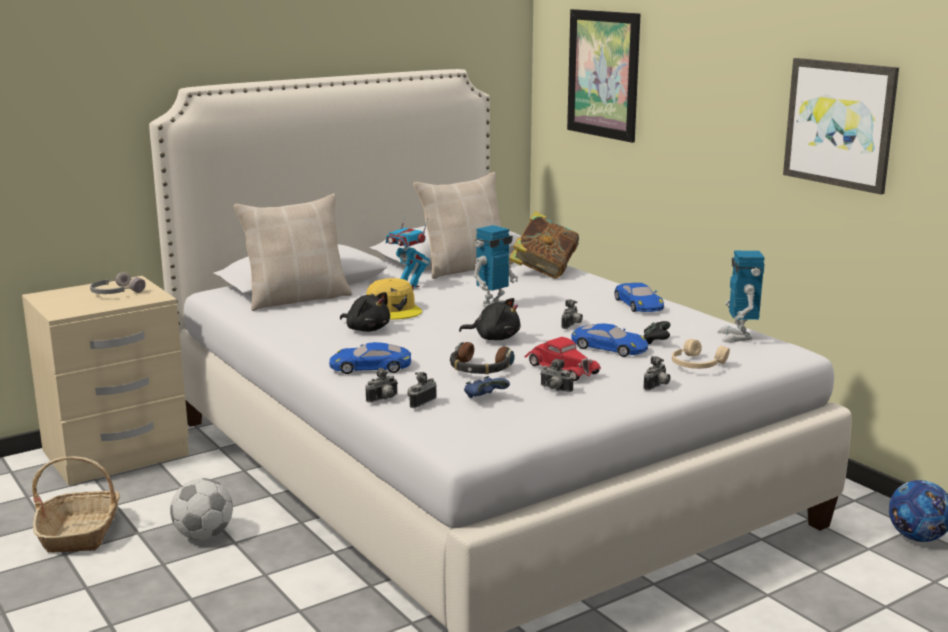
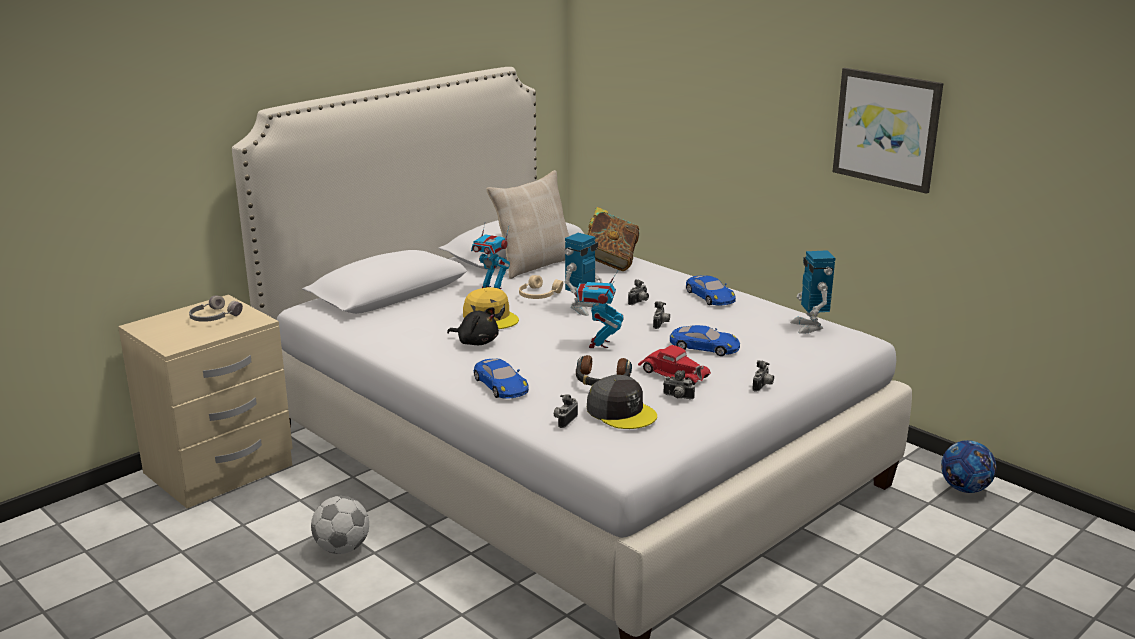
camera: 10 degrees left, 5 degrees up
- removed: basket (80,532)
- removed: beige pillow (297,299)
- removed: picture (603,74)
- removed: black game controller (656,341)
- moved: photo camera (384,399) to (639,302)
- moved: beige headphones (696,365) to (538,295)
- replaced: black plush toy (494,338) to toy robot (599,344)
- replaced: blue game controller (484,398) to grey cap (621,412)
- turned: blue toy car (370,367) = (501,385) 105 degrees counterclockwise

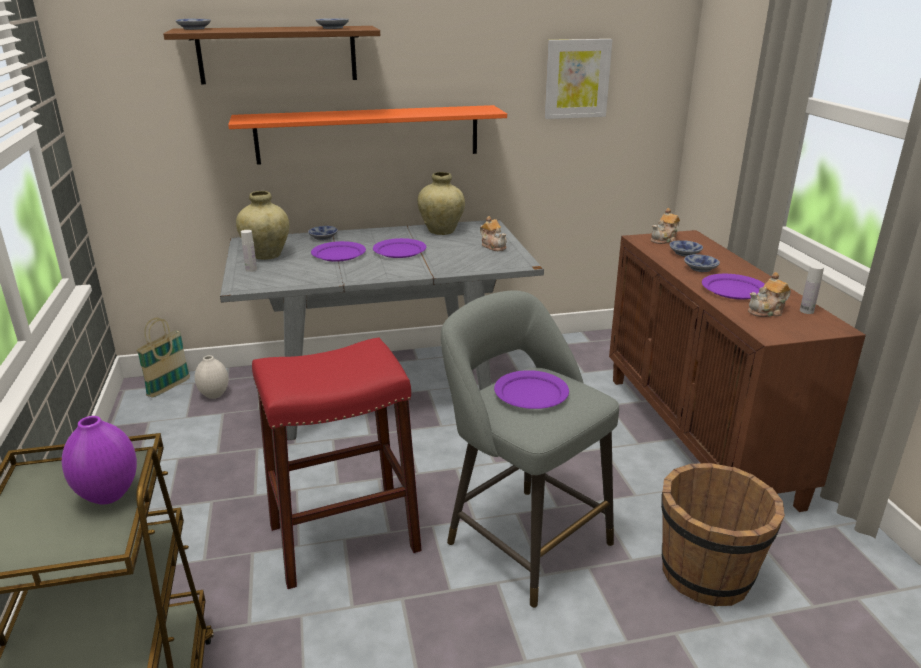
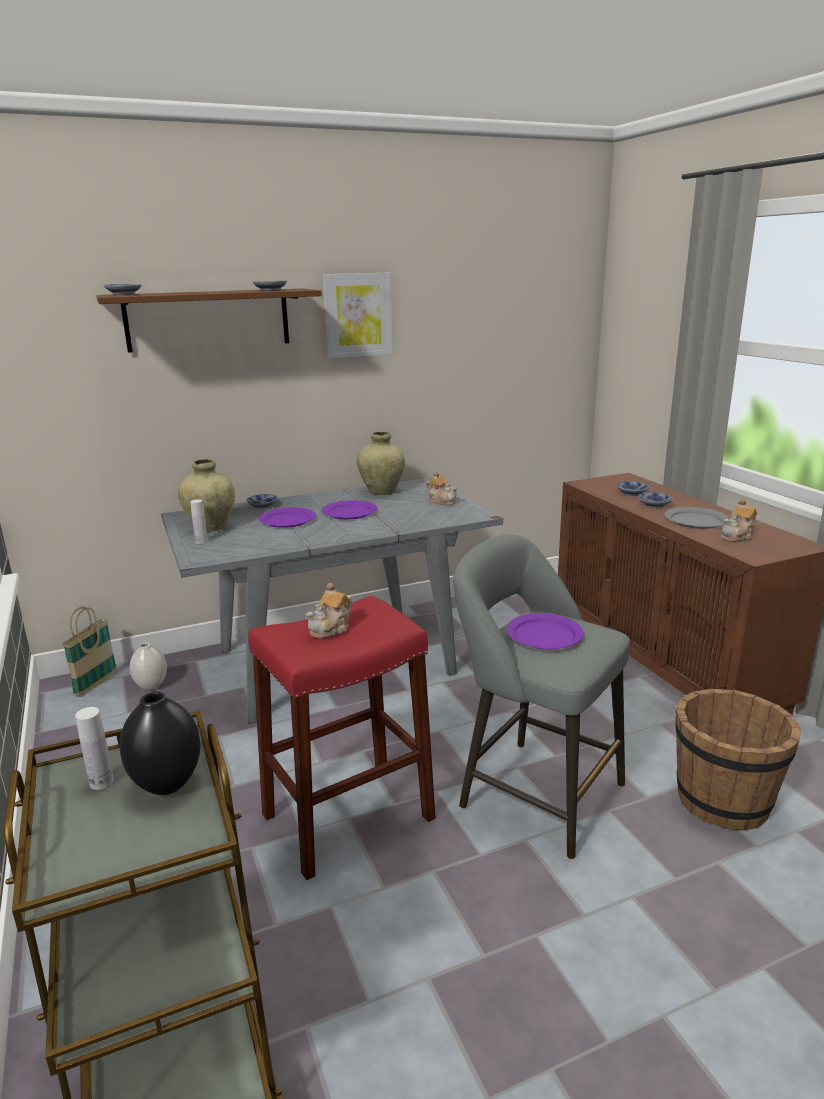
camera: 10 degrees left, 5 degrees down
- removed: orange shelf (368,134)
- moved: picture (576,79) to (357,315)
- moved: teapot (664,240) to (331,629)
- moved: white bottle (806,311) to (101,782)
- recoloured: purple vase (108,496) to black vase (166,785)
- recoloured: purple plate (733,289) to grey plate (695,520)

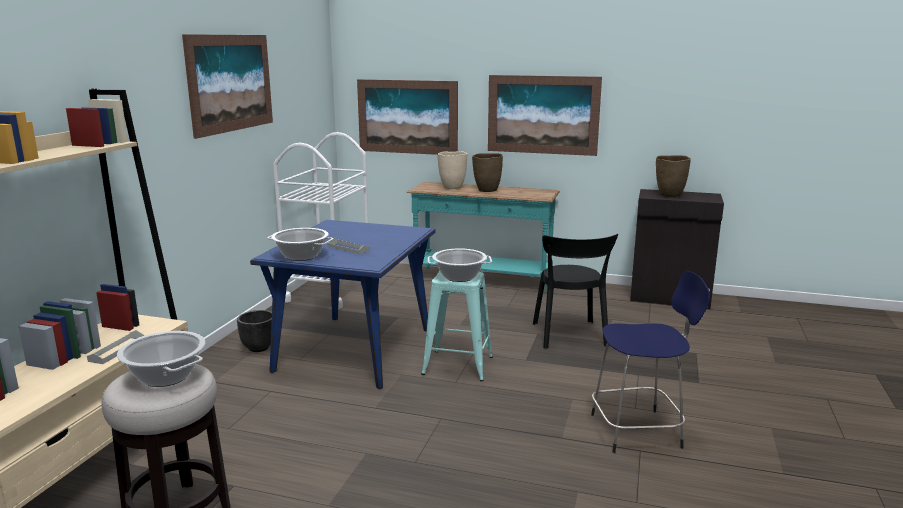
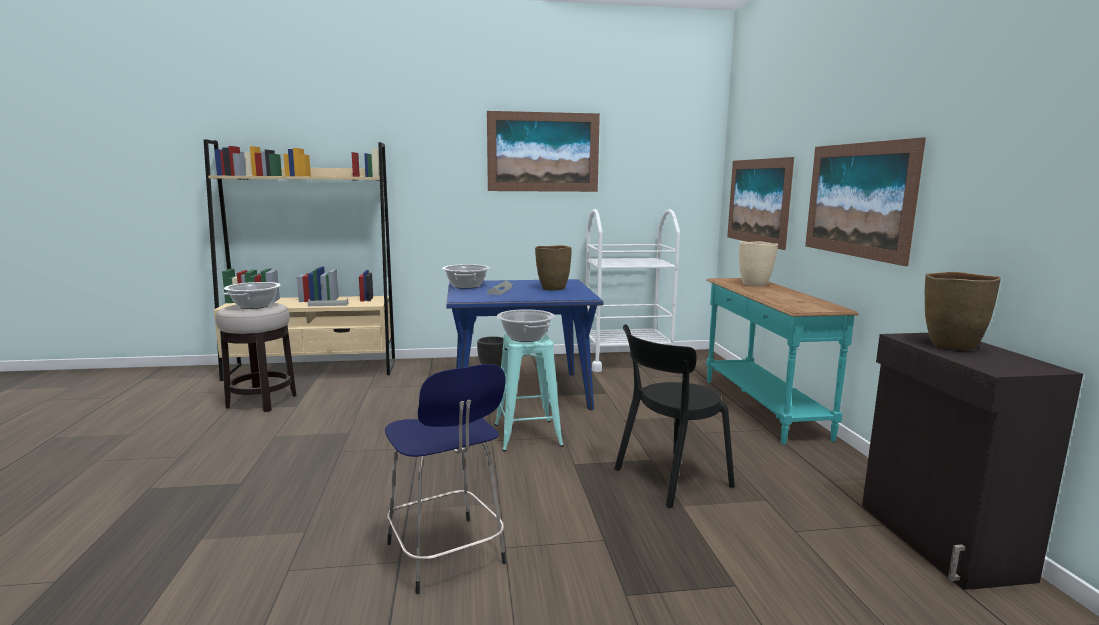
camera: 65 degrees right, 5 degrees down
- moved: brown vase (487,190) to (552,289)

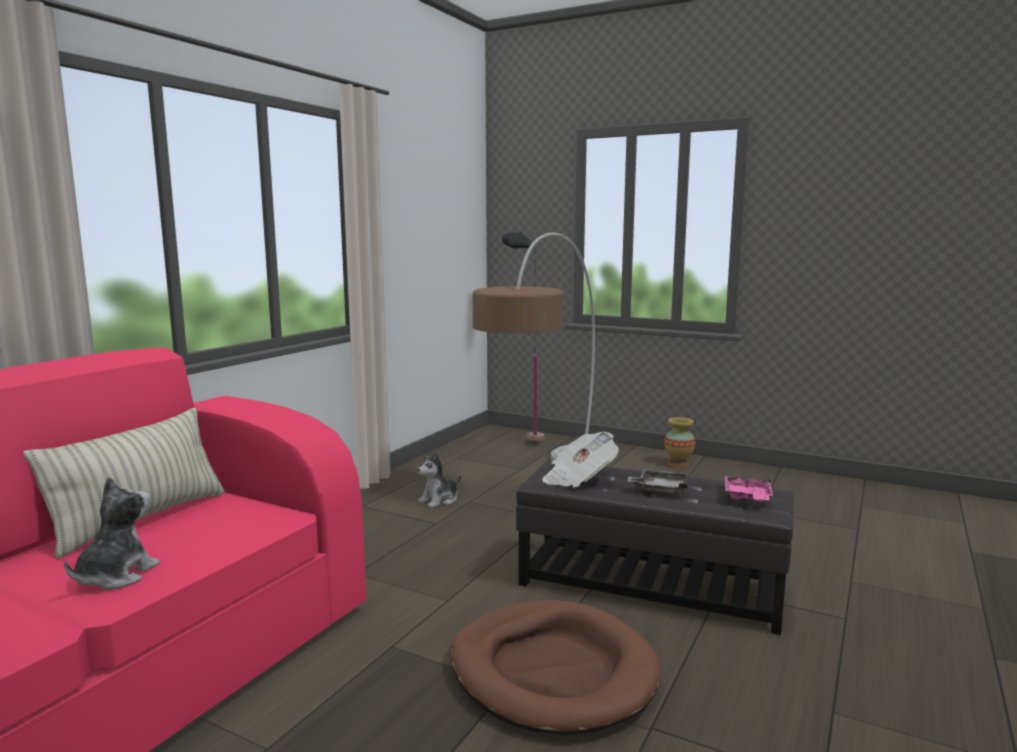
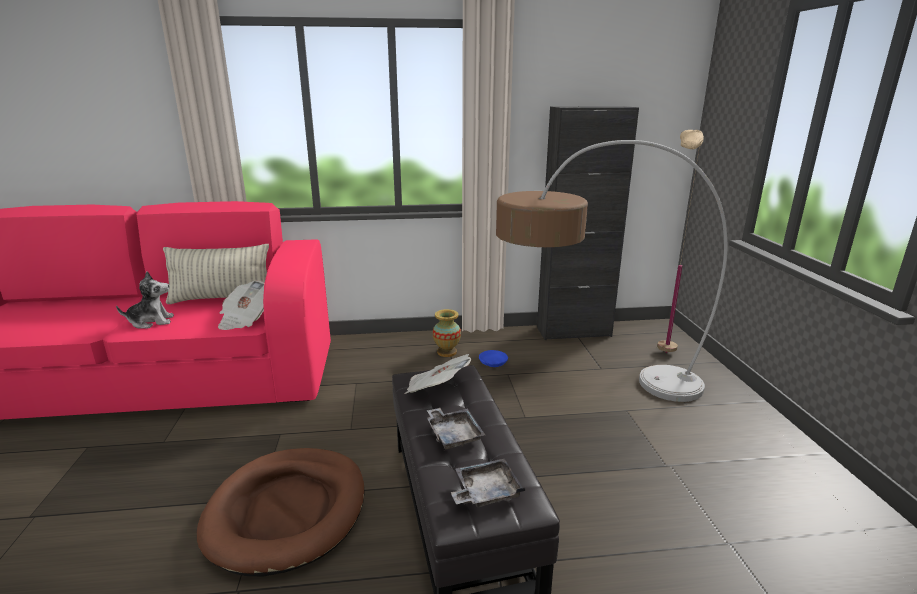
camera: 55 degrees right, 10 degrees up
- added: newspaper (245,319)
- added: black cabinet (573,331)
- moved: vase (678,464) to (447,352)
- replaced: plush toy (439,500) to blue bowl (493,363)
- recoloured: black floor lamp (522,440) to beige floor lamp (662,345)
- recoloured: pink tray (747,497) to grey tray (486,492)

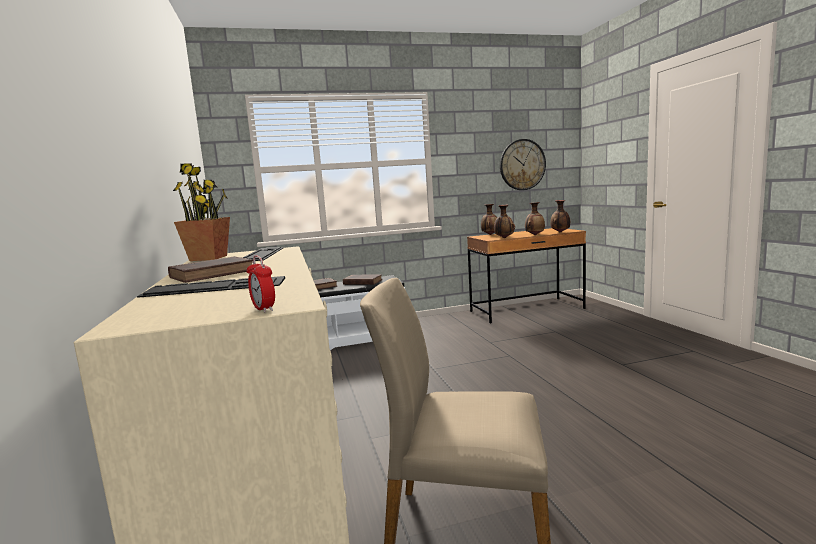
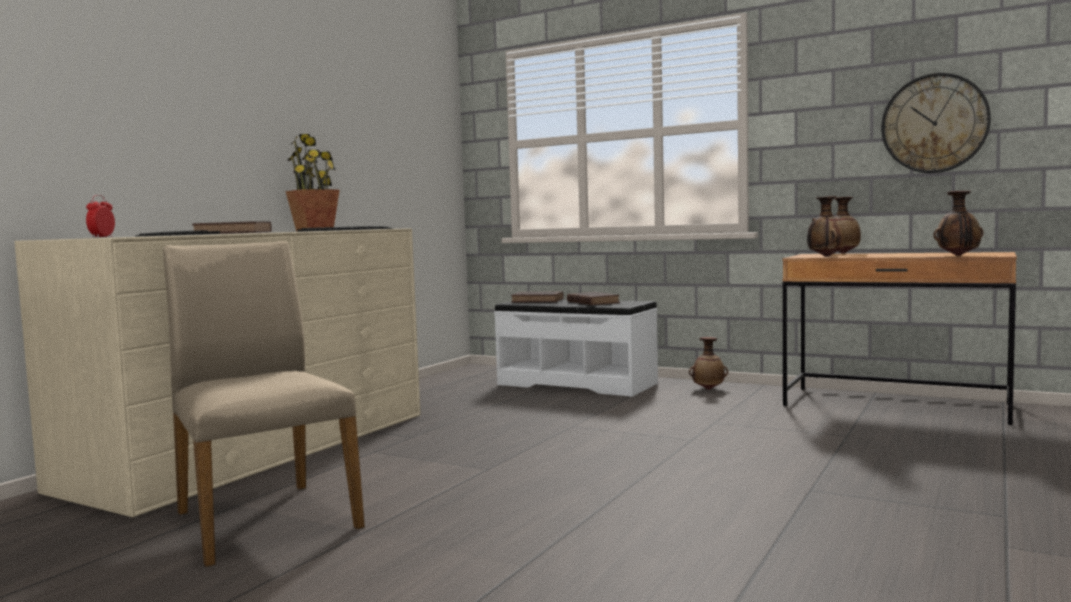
camera: 45 degrees right, 5 degrees down
- moved: vase (534,235) to (708,389)

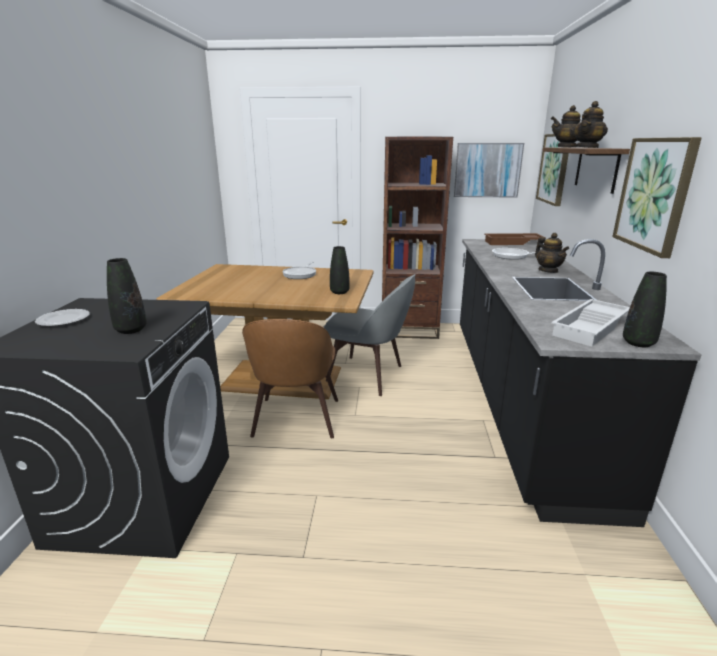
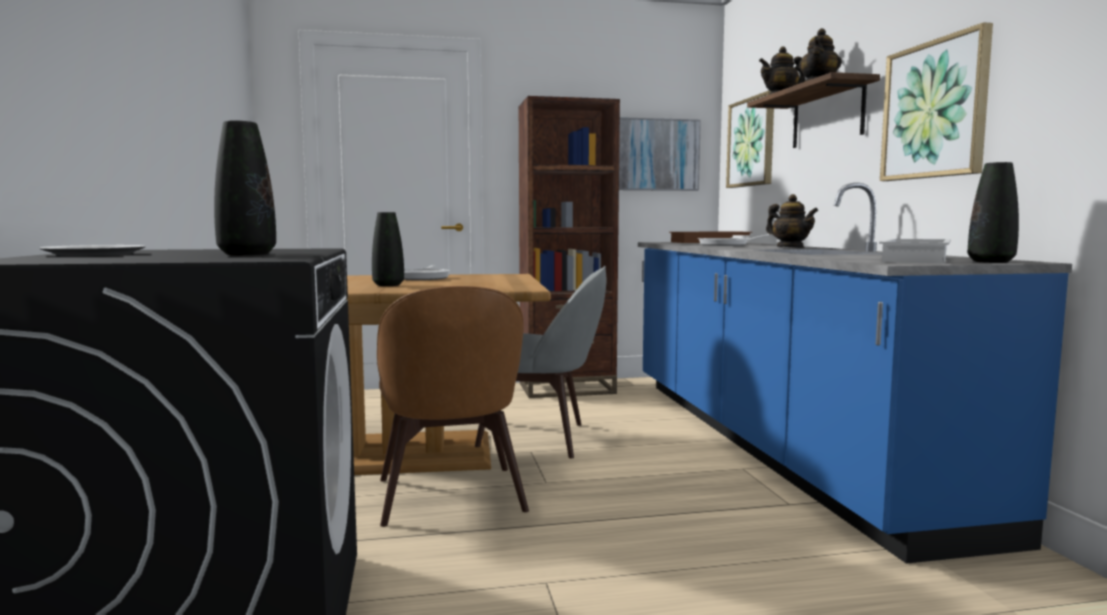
camera: 15 degrees left, 15 degrees down
- moved: black vase (339,292) to (388,285)
- recoloured: black counter (518,399) to blue counter (773,443)

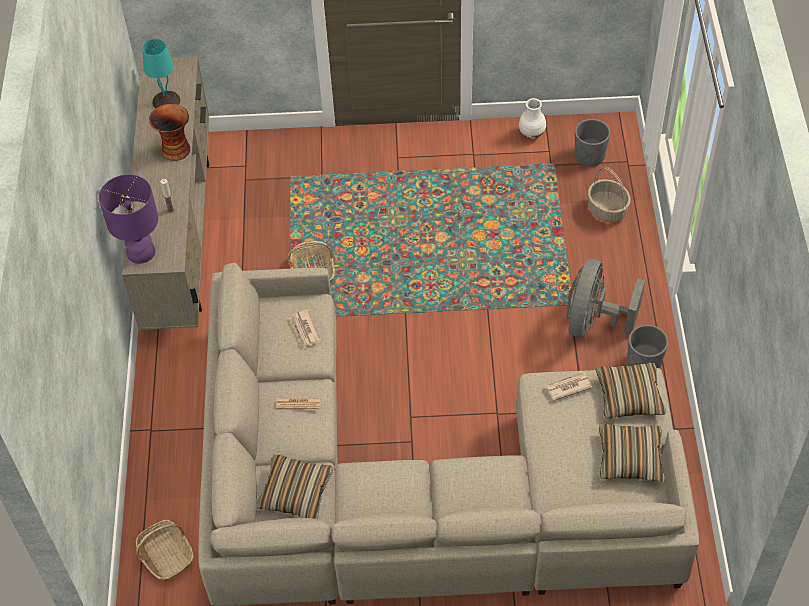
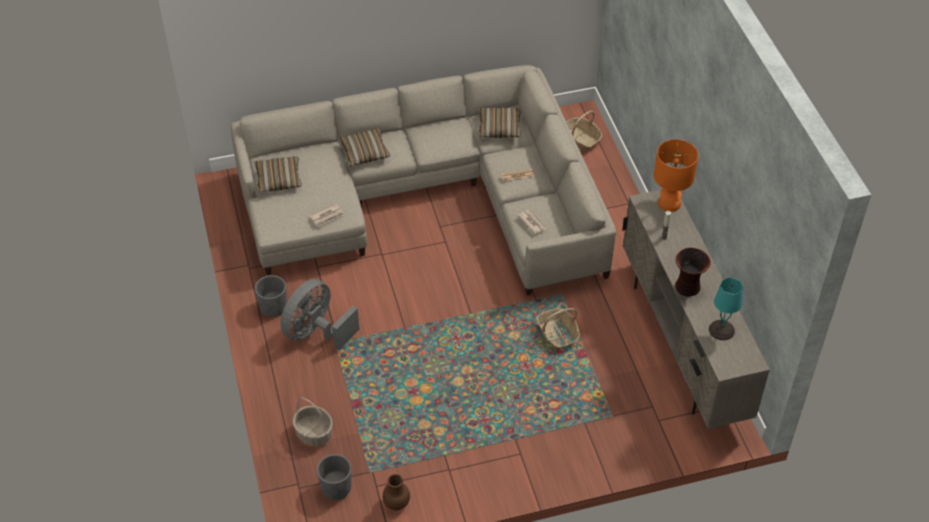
camera: 165 degrees right, 5 degrees down
- moved: pillow (629,396) to (364,152)
- recoloured: purple table lamp (141,251) to orange table lamp (669,204)
- recoloured: white vase (532,133) to brown vase (396,503)
- turned: grey fan (593,321) = (316,332) 150 degrees counterclockwise

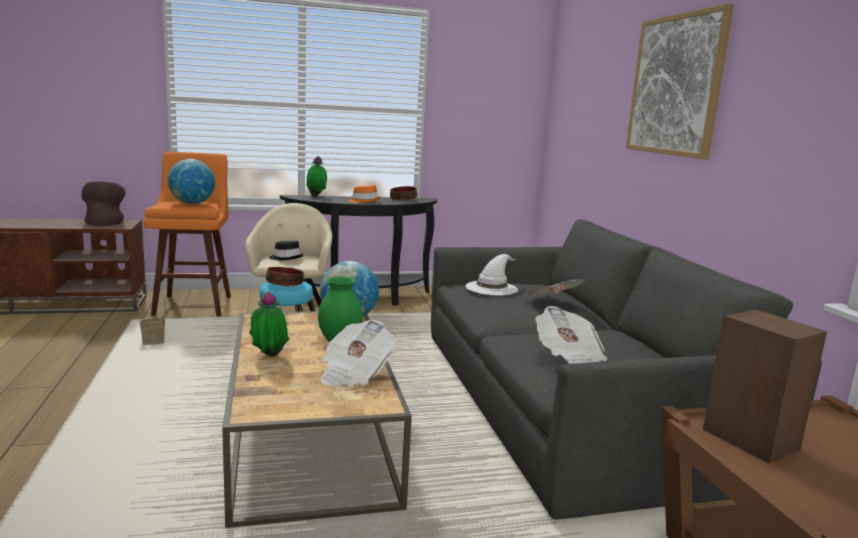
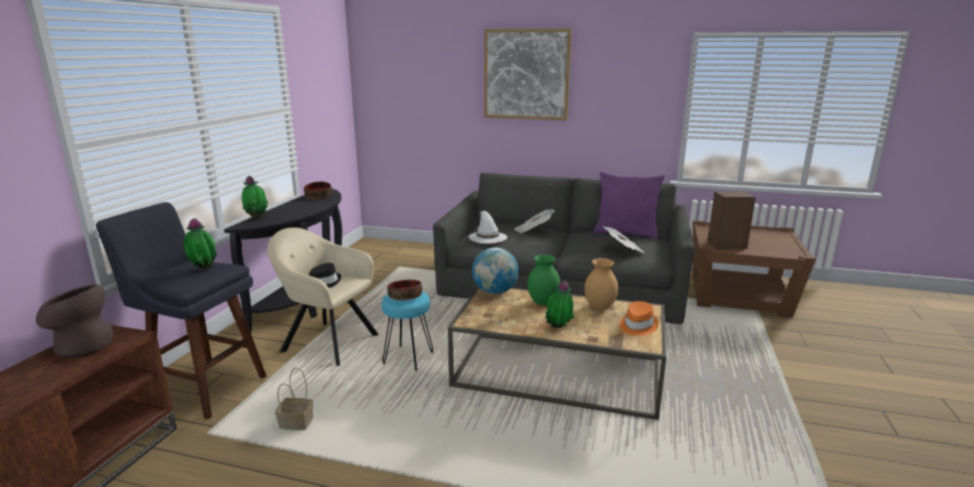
camera: 60 degrees left, 5 degrees up
- added: purple pillow (625,233)
- moved: orange hat (364,201) to (637,326)
- replaced: globe (192,203) to potted plant (203,269)
- replaced: newspaper (355,373) to brown vase (600,307)
- recoloured: orange stool (194,303) to blue stool (203,387)

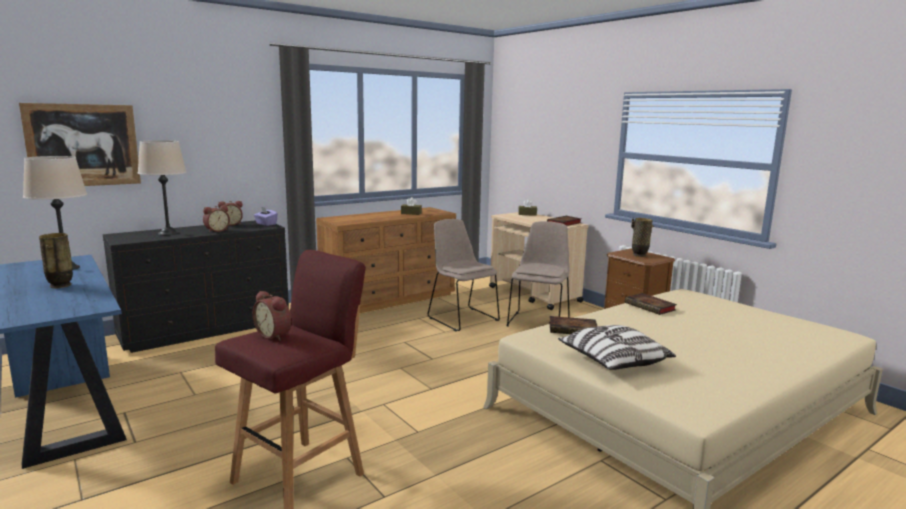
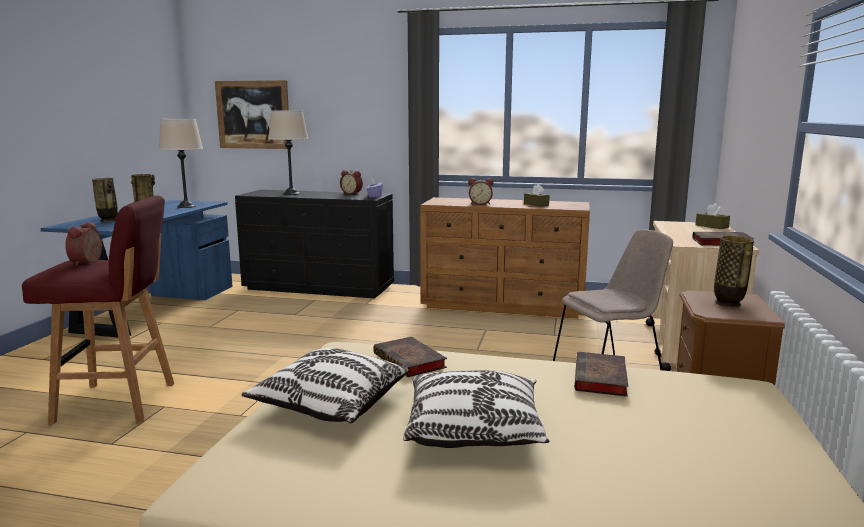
camera: 50 degrees right, 0 degrees up
- removed: beige chair (462,318)
- added: vase (108,221)
- added: pillow (474,430)
- moved: alarm clock (216,230) to (480,204)

